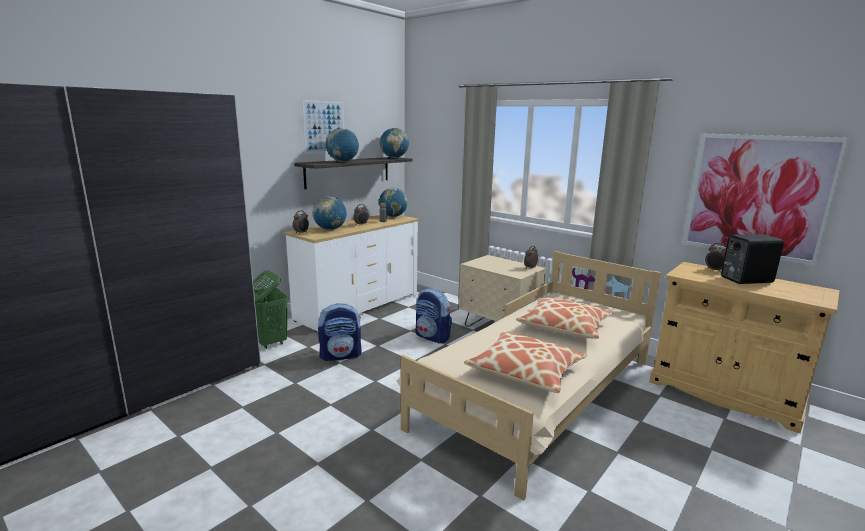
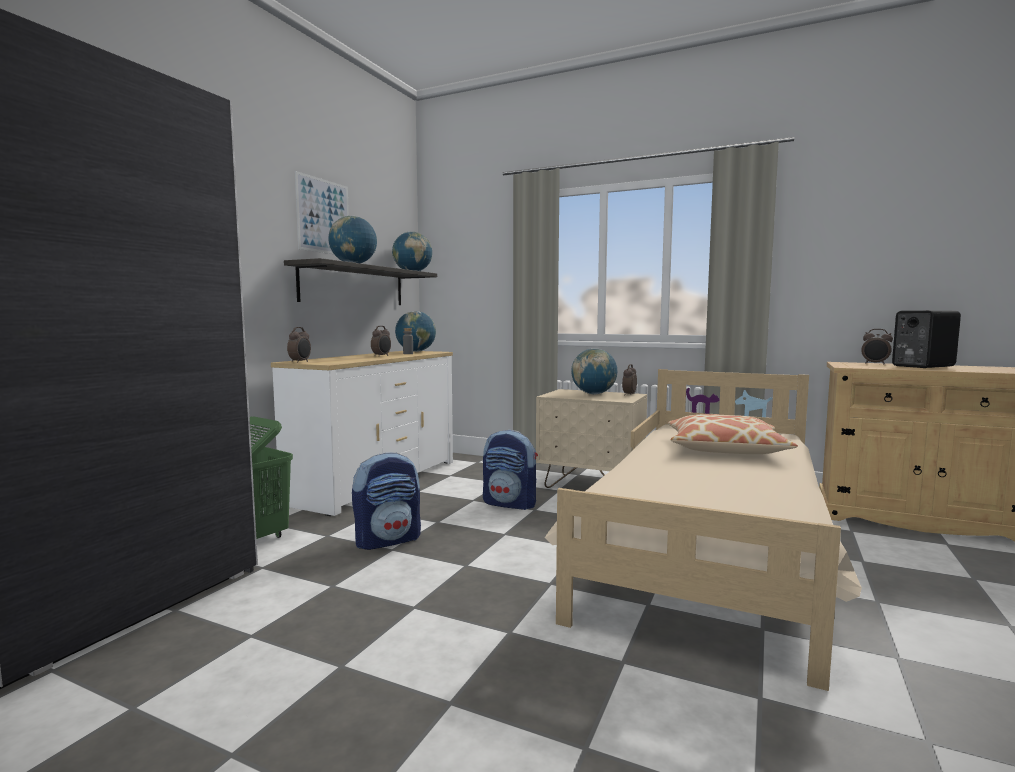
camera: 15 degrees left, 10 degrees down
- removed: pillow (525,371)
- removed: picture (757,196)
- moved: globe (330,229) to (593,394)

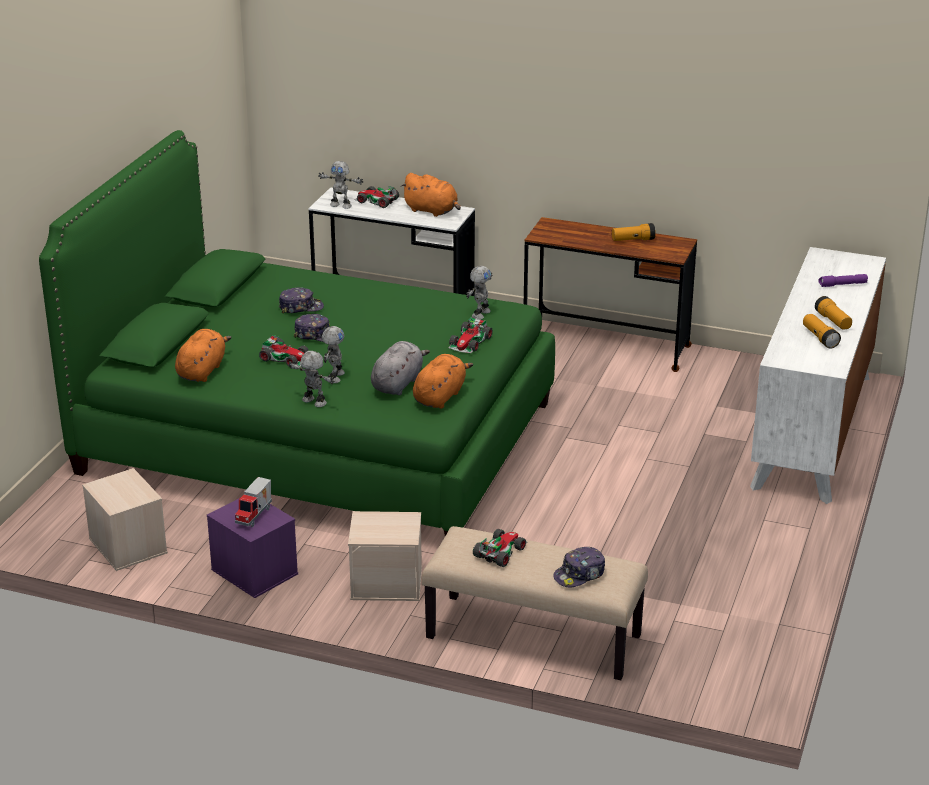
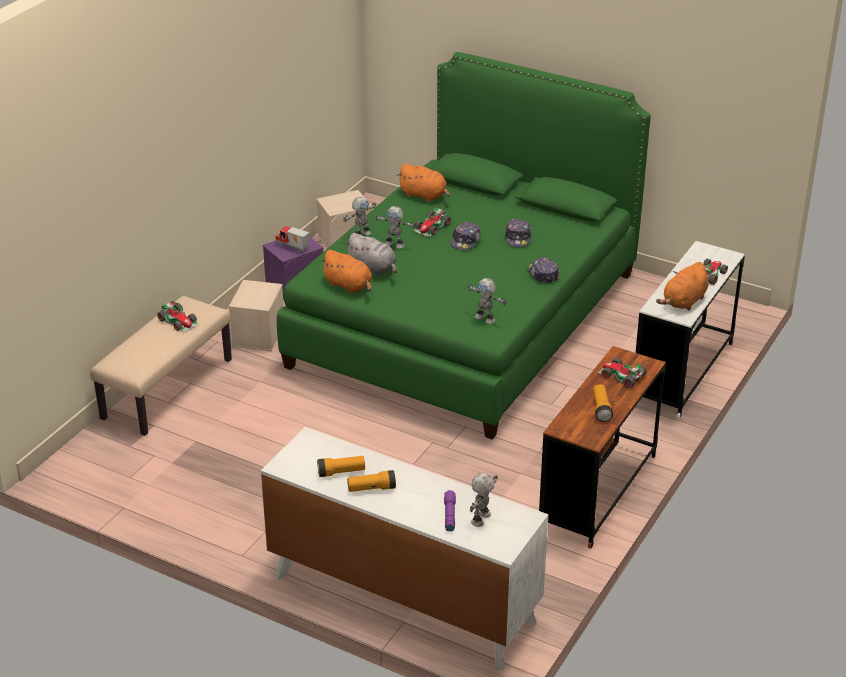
camera: 100 degrees right, 5 degrees up
- moved: toy robot (341,205) to (482,519)
- moved: toy car (470,342) to (621,376)
- moved: cap (580,575) to (542,274)

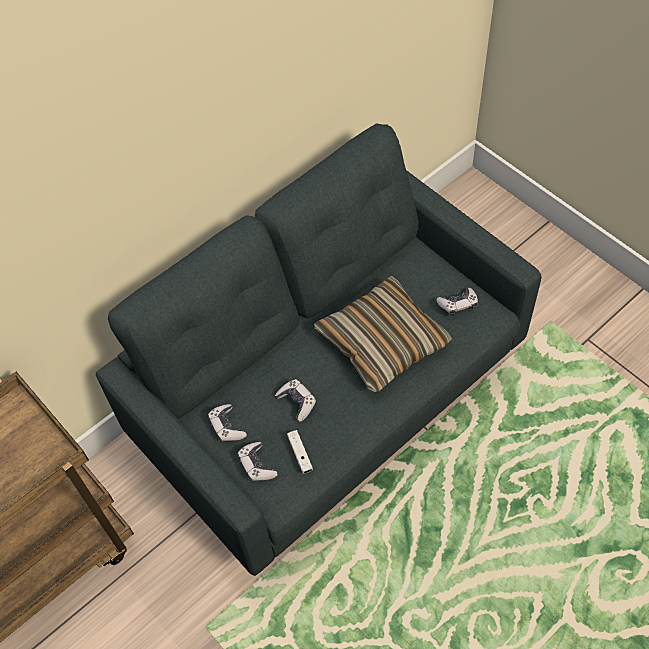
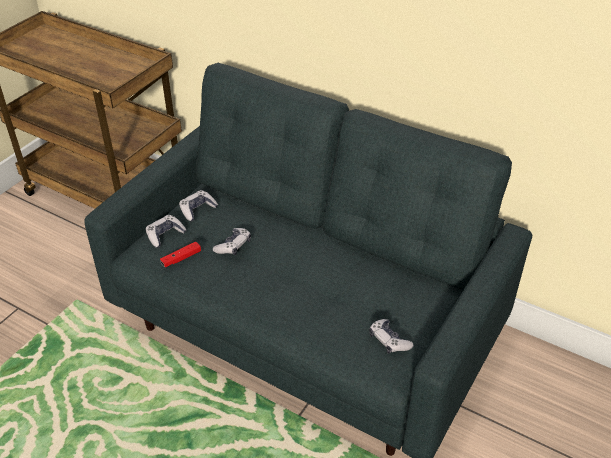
camera: 70 degrees right, 15 degrees down
- removed: pillow (382,341)
- recoloured: white game controller (300,454) to red game controller (181,258)

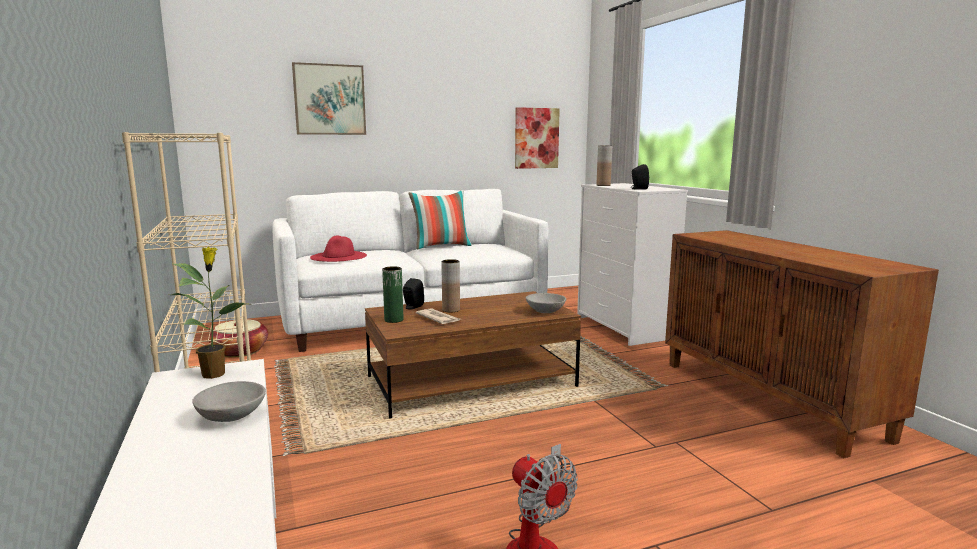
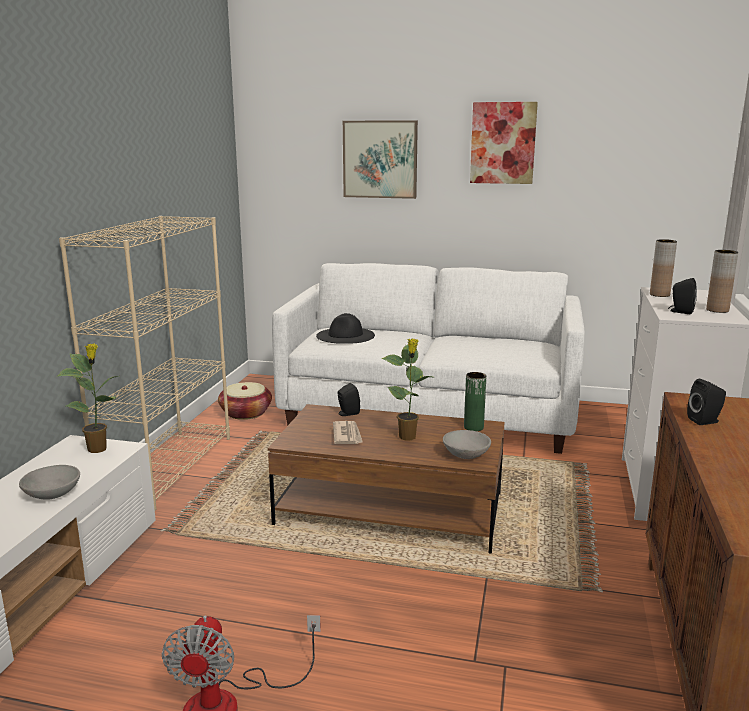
camera: 35 degrees right, 5 degrees up
- removed: pillow (441,246)
- added: potted plant (408,437)
- added: black speaker (705,421)
- moved: green vase (394,320) to (473,427)
- moved: brown vase (451,310) to (717,310)
- moved: picture (536,138) to (503,143)
- recoloured: red hat (338,256) to black hat (345,335)

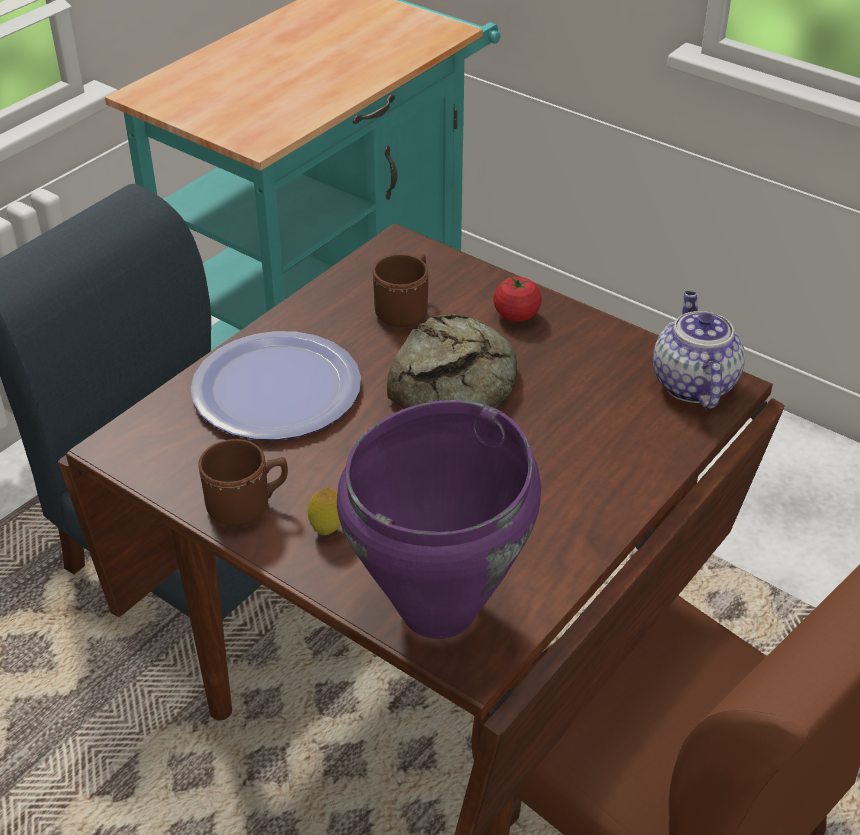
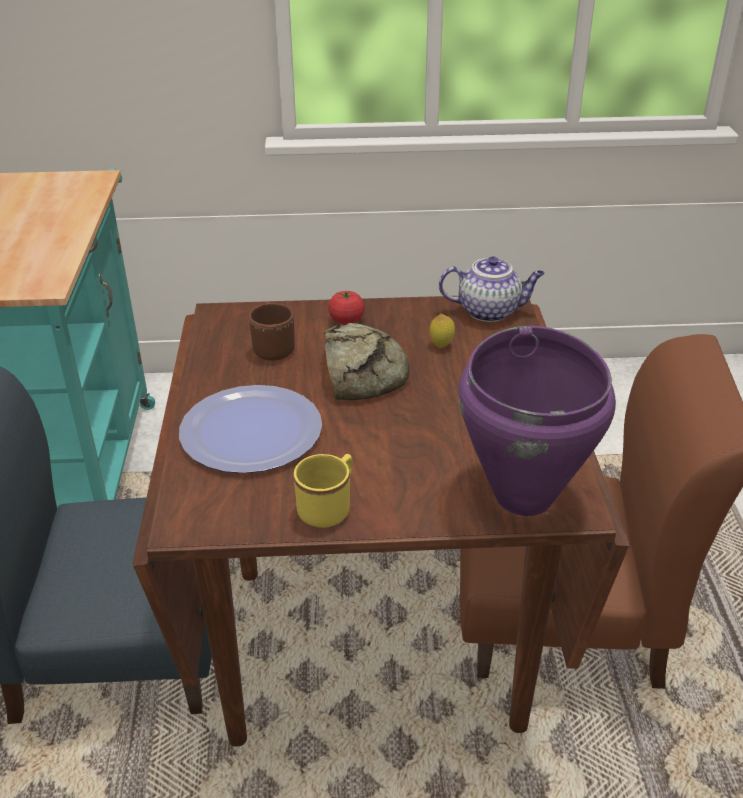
camera: 40 degrees left, 5 degrees down
- moved: lemon (328,530) to (441,345)
- recoloured: brown mug (248,505) to yellow mug (329,507)
- turned: teapot (692,383) = (490,311) 135 degrees clockwise

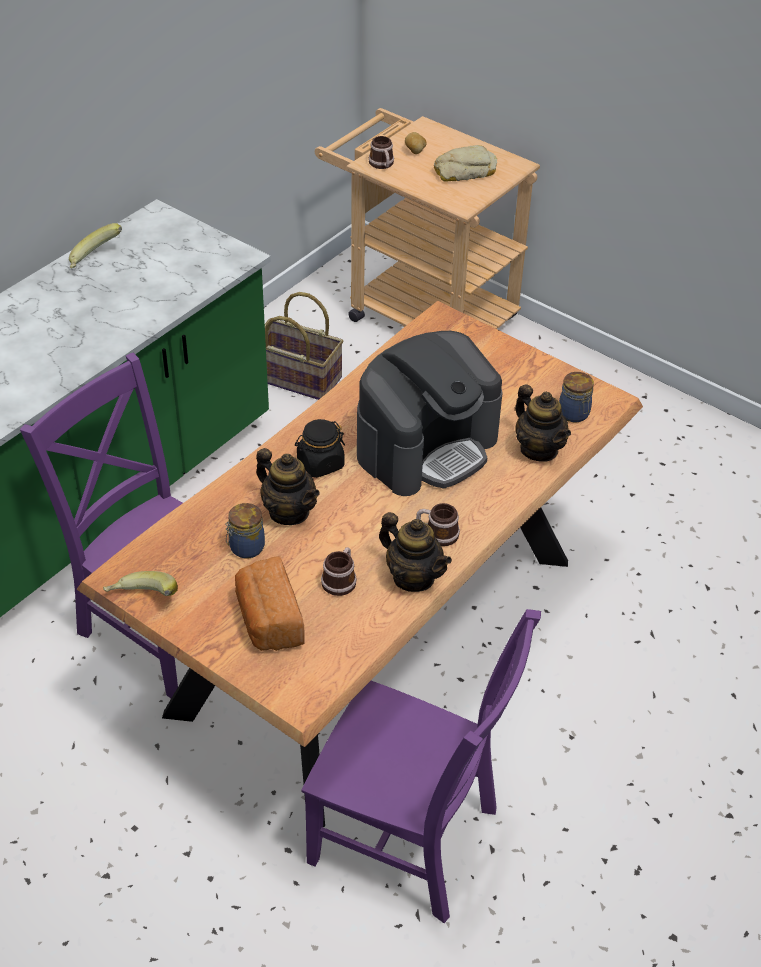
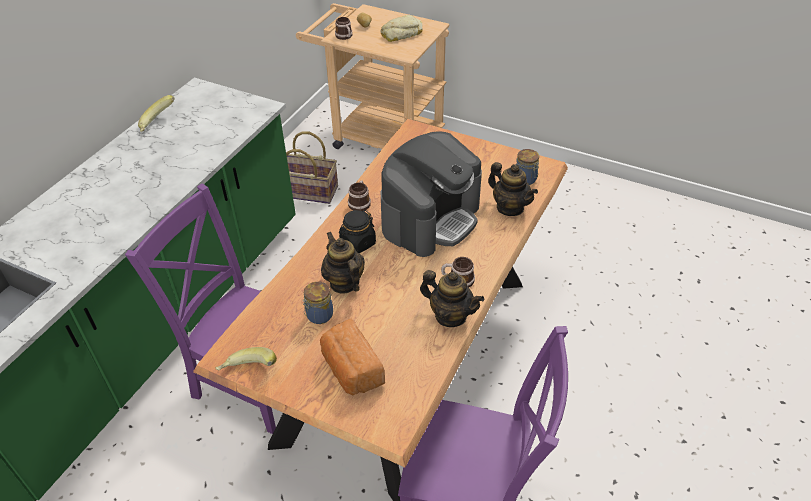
camera: 10 degrees left, 0 degrees up
- moved: mug (340,579) to (360,202)
- turned: teapot (289,512) = (344,283) 150 degrees counterclockwise

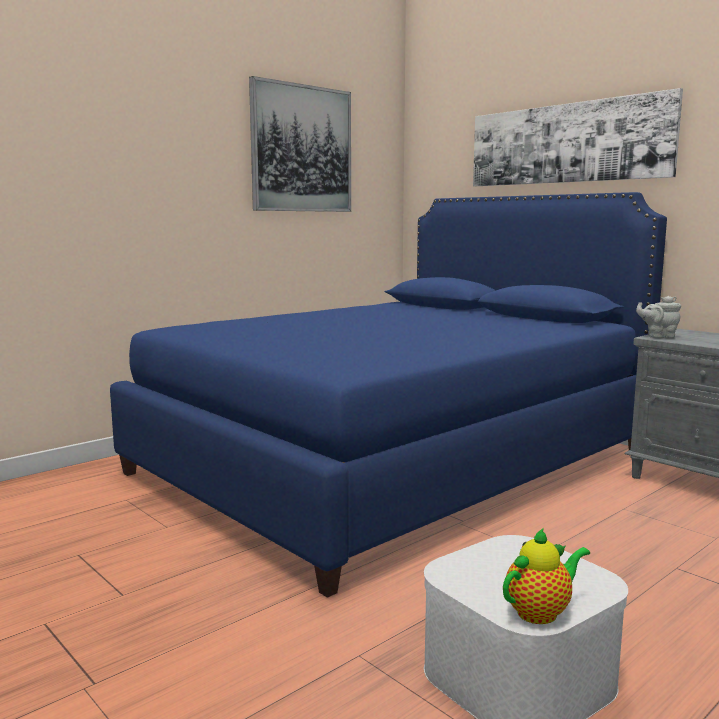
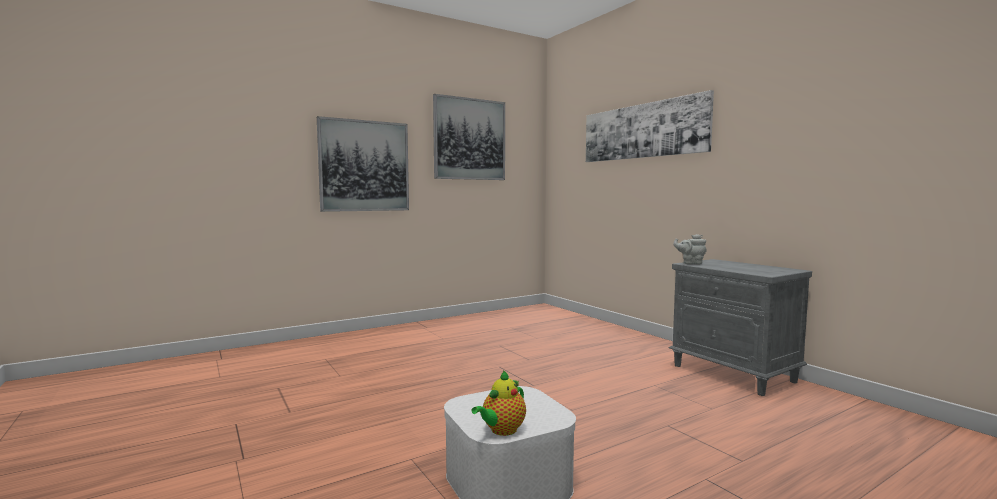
camera: 10 degrees right, 5 degrees down
- removed: blue bed (393,462)
- added: picture (364,166)
- turned: teapot (540,612) = (501,430) 150 degrees clockwise

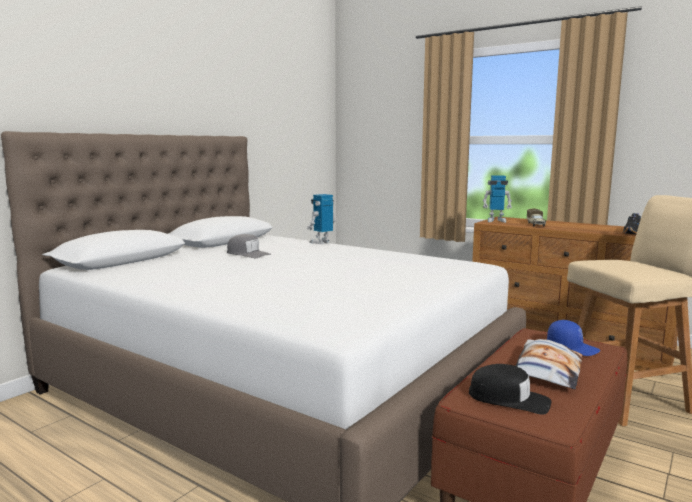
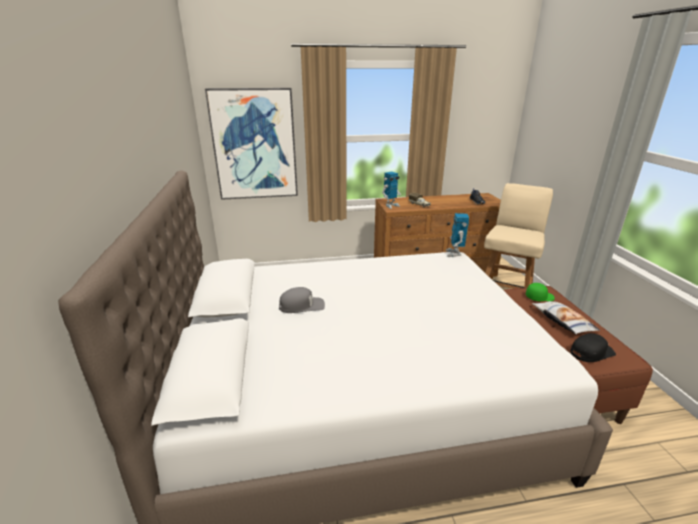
camera: 45 degrees left, 15 degrees up
- added: picture (254,145)
- moved: toy robot (321,242) to (454,253)
- recoloured: blue cap (572,348) to green cap (539,297)

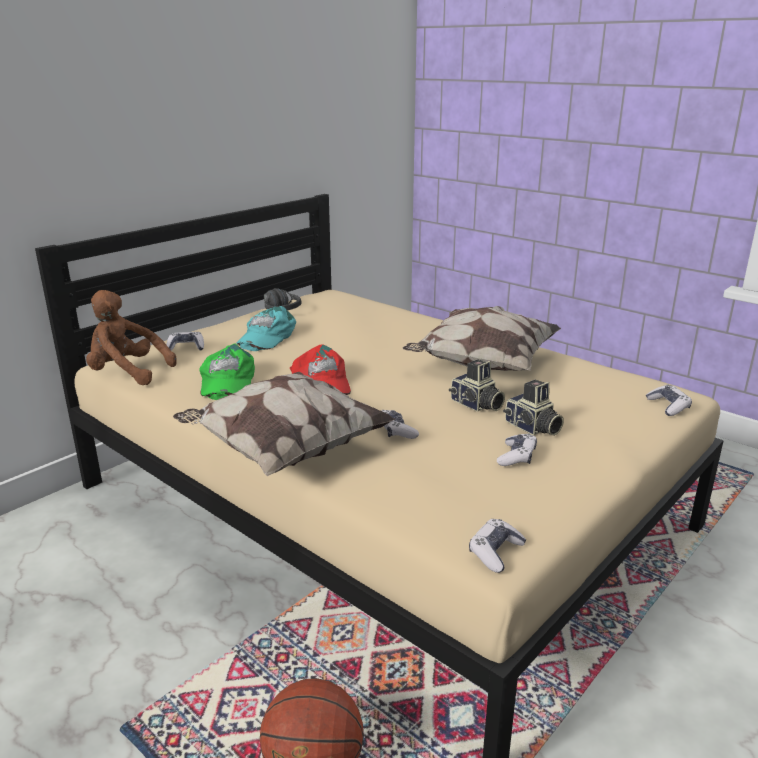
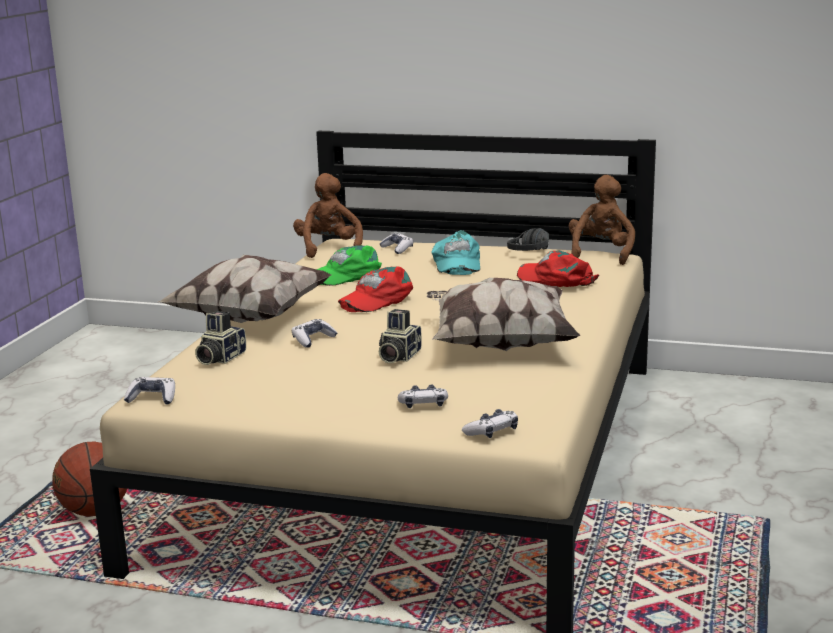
camera: 65 degrees right, 5 degrees down
- added: red cap (556,279)
- added: brown plush toy (601,254)
- moved: game controller (516,457) to (423,405)
- moved: photo camera (532,428) to (219,358)
- turned: turquoise cap (266,337) = (456,263) 90 degrees counterclockwise

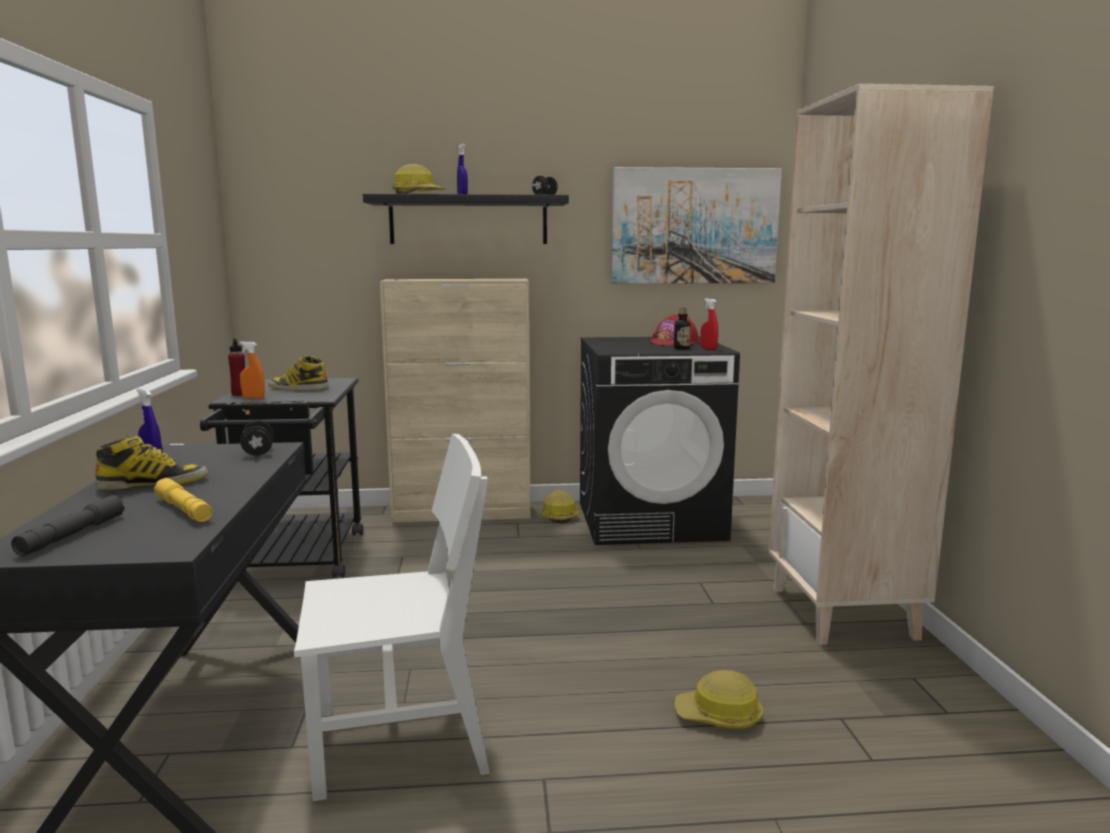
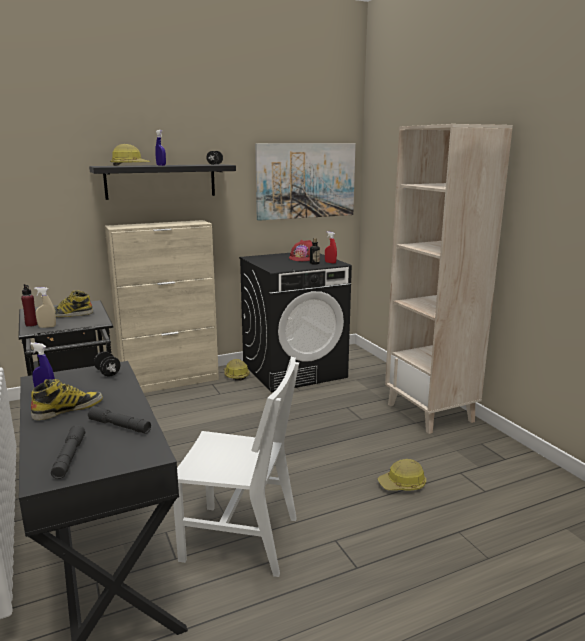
camera: 20 degrees left, 5 degrees up
- recoloured: yellow flashlight (184,510) to grey flashlight (120,426)
- recoloured: orange spray bottle (253,398) to beige spray bottle (47,327)
- turned: white chair (400,741) = (240,539) 45 degrees clockwise

